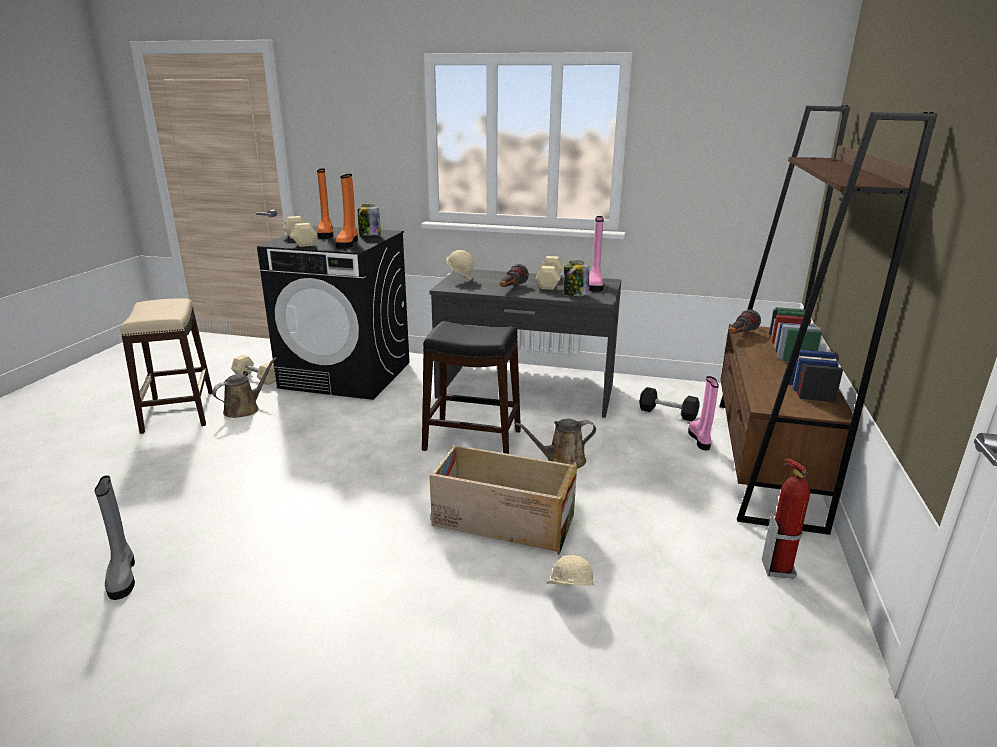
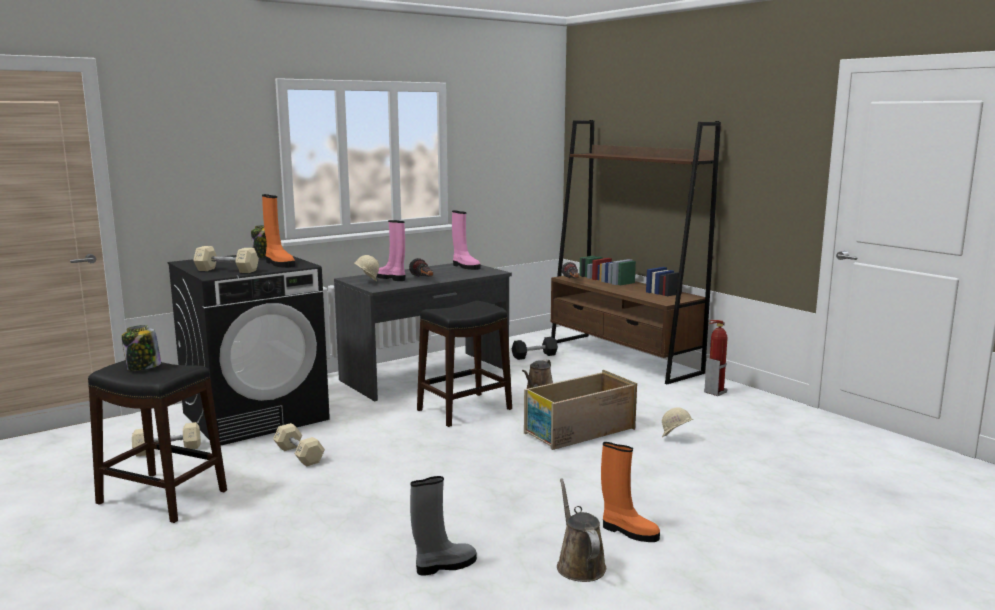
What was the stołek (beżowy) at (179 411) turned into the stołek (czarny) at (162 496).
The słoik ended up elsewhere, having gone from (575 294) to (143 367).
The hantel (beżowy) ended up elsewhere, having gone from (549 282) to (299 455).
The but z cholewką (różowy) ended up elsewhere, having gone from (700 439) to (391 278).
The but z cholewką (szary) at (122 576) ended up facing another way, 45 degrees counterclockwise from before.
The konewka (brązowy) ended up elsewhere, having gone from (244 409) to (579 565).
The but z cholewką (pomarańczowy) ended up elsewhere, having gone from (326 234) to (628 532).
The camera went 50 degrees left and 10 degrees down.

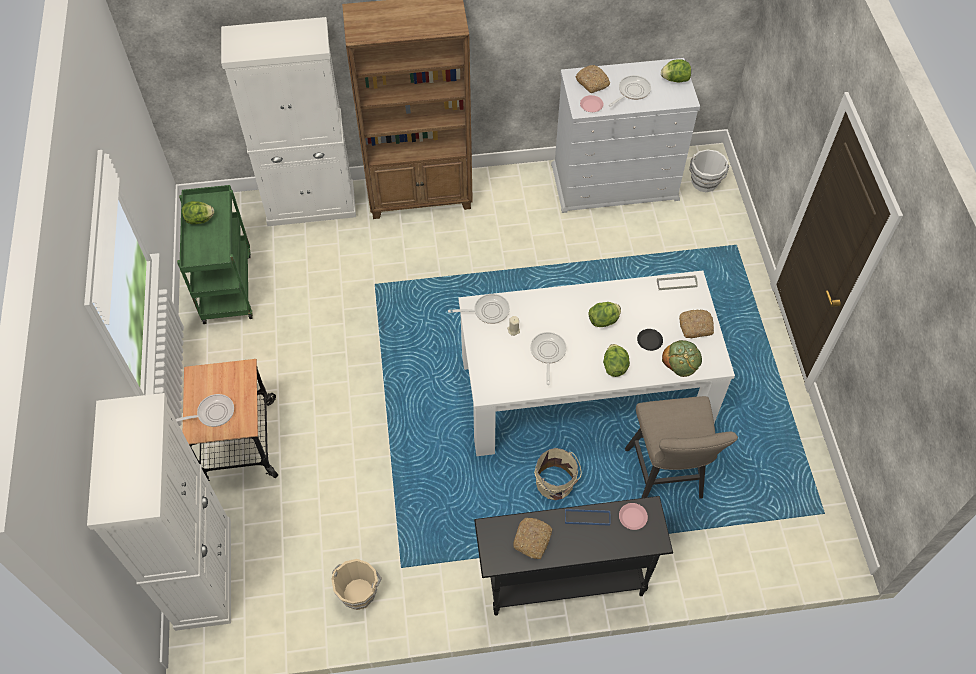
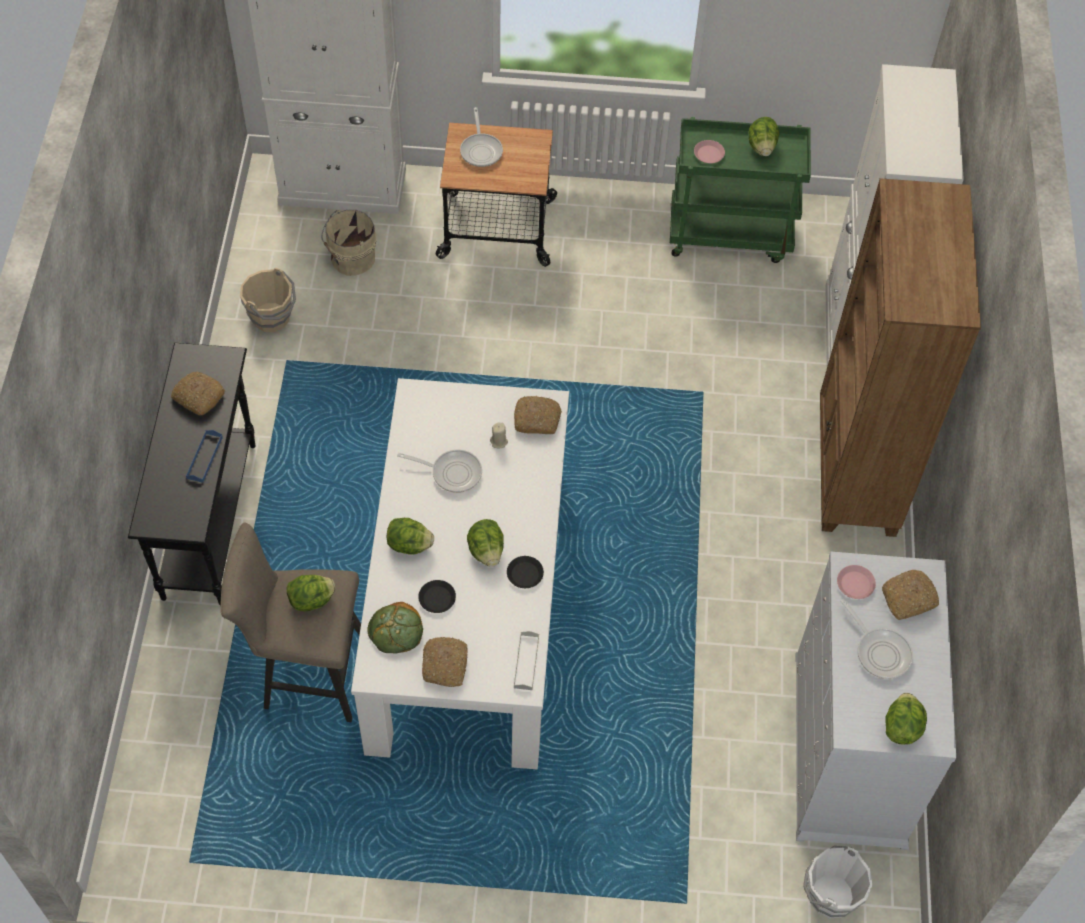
The second view gained the sałata at (312 600).
The wiadro (beżowy) ended up elsewhere, having gone from (555 484) to (351 259).
The second view gained the talerz (czarny) at (525 574).
Where the patelnia stood at (488 311), the chleb came to stand at (537 419).
The talerz (różowy) ended up elsewhere, having gone from (632 517) to (709 154).
The camera went 100 degrees right and 0 degrees up.

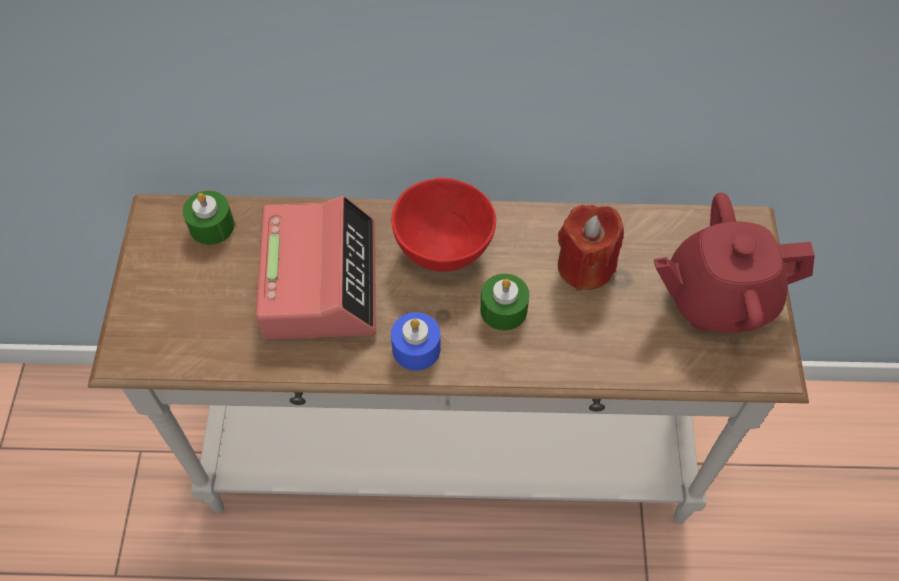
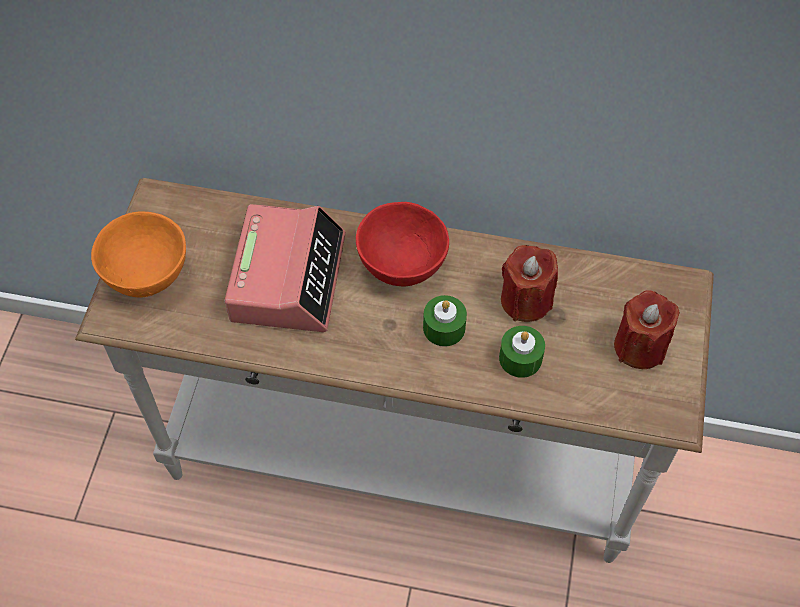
The second view gained the miska (pomarańczowy) at (149 276).
The świeca (zielony) ended up elsewhere, having gone from (212 226) to (520 358).
Where the imbryk (czerwony) stood at (717 298), the świeca (czerwony) came to stand at (640 347).
The second view lost the świeca (niebieski) at (416 349).
The camera went 10 degrees right and 0 degrees up.

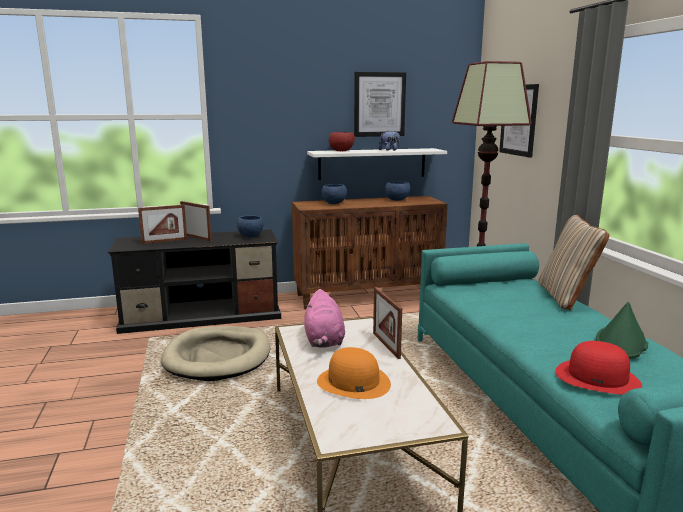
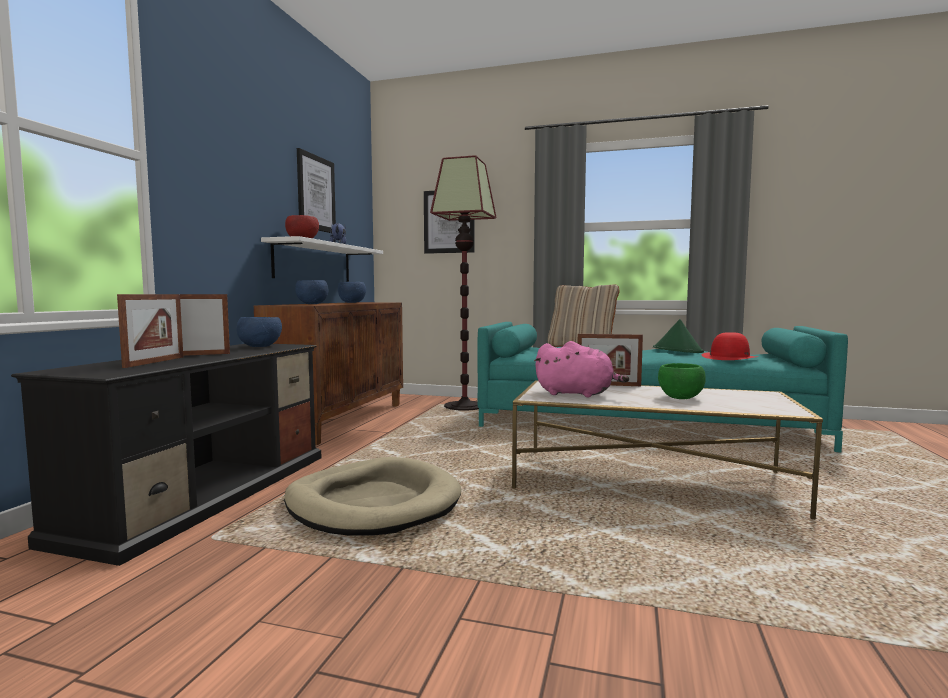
Where the kapelusz (pomarańczowy) stood at (353 382), the miska (zielony) came to stand at (680 398).
The camera went 60 degrees left and 10 degrees down.

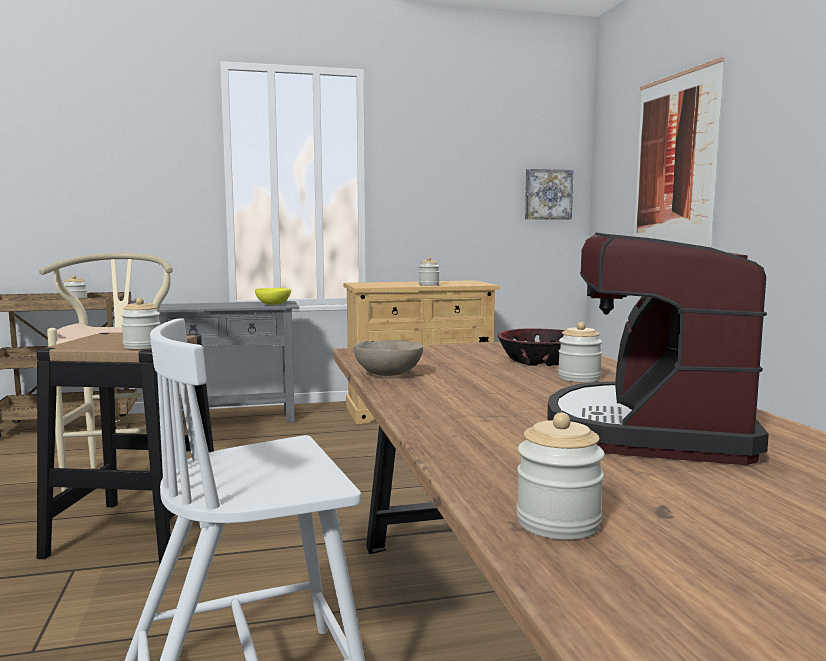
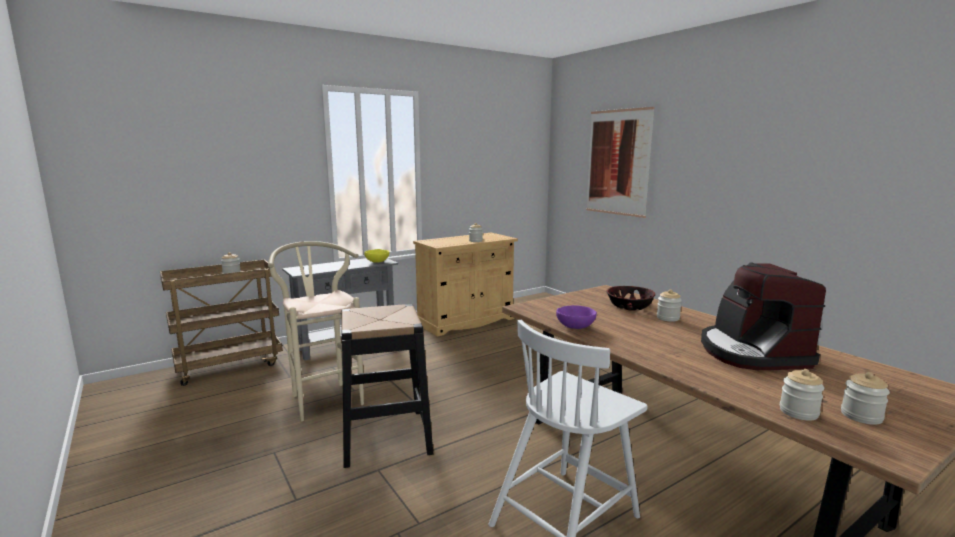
What was the miska (beżowy) at (389 374) turned into the miska (fioletowy) at (576 327).
The słoik ended up elsewhere, having gone from (142 346) to (861 416).
The second view lost the obraz at (547 194).
The camera went 20 degrees left and 5 degrees up.

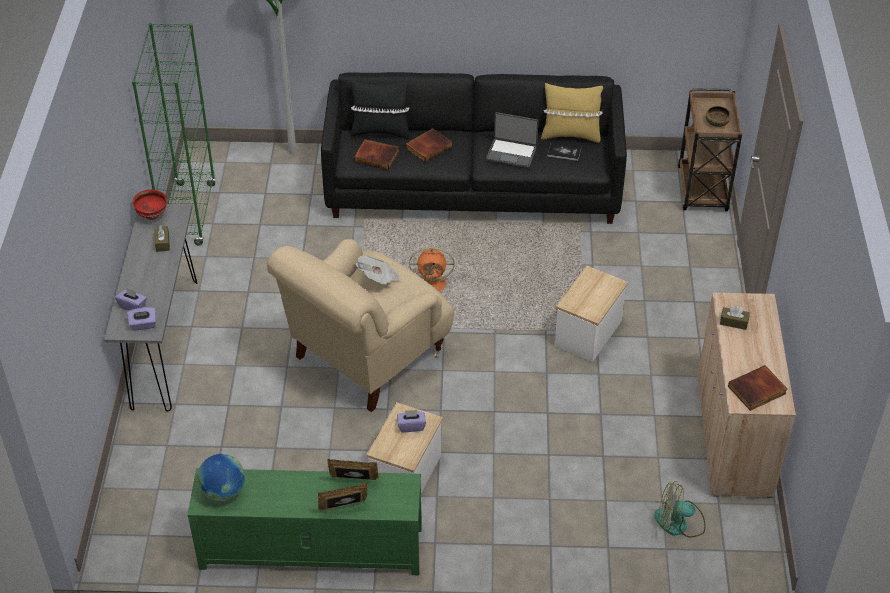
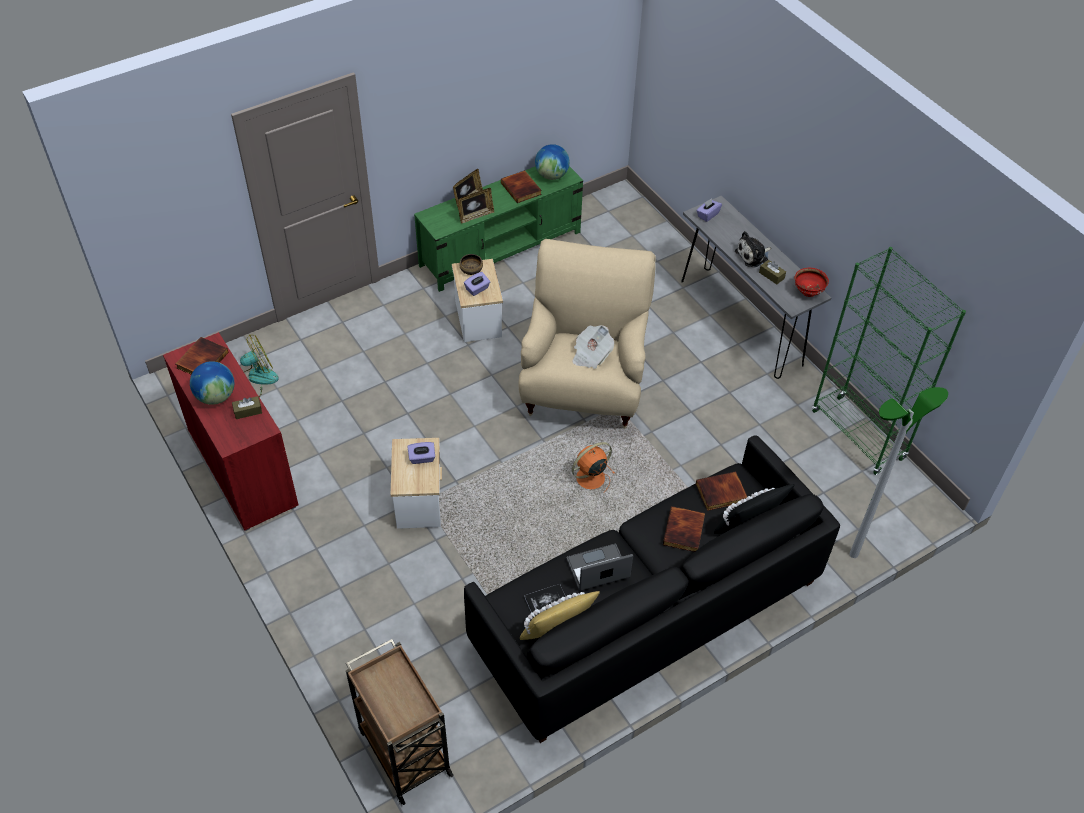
What was the szafka (beżowy) at (733 436) turned into the szafka (czerwony) at (243 468).
The second view gained the globus at (216 396).
The pudełko chusteczek (fioletowy) ended up elsewhere, having gone from (132 306) to (422 458).
The miska ended up elsewhere, having gone from (716 122) to (471 270).
The second view gained the książka at (522 188).
The second view gained the pluszak at (753 256).
The camera went 145 degrees right and 5 degrees up.

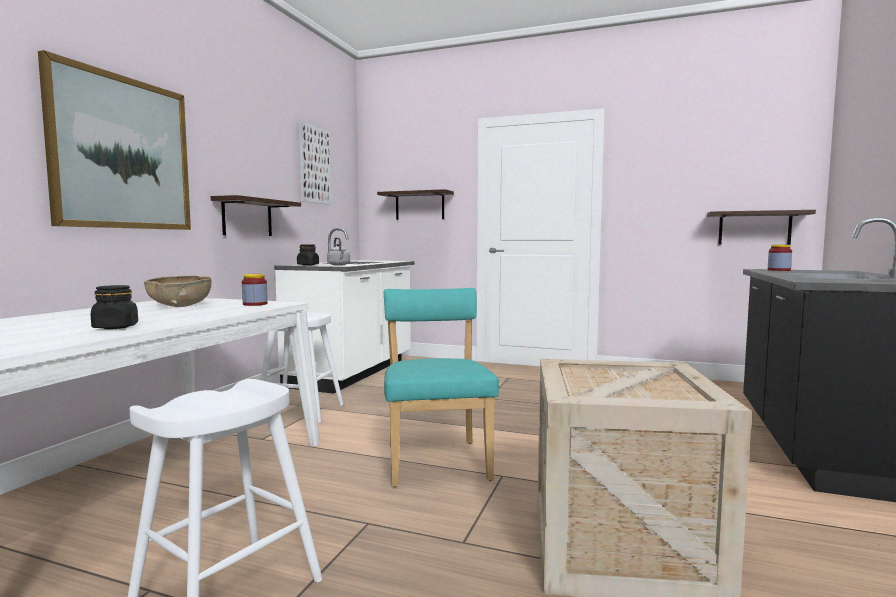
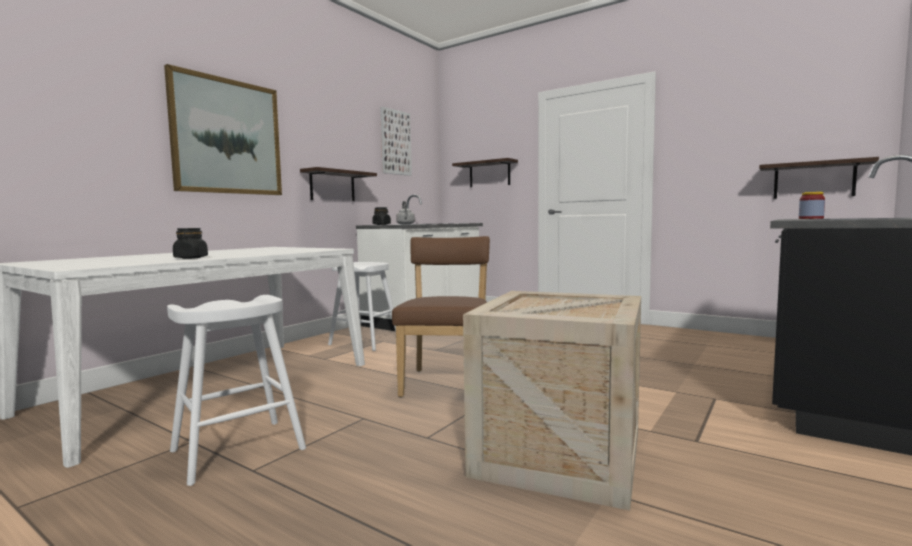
What was the krzesło (turkusowy) at (436 460) turned into the krzesło (brązowy) at (447 382).
The second view lost the miska (brązowy) at (180 306).
The second view lost the słoik at (255 304).
The camera went 15 degrees right and 0 degrees up.

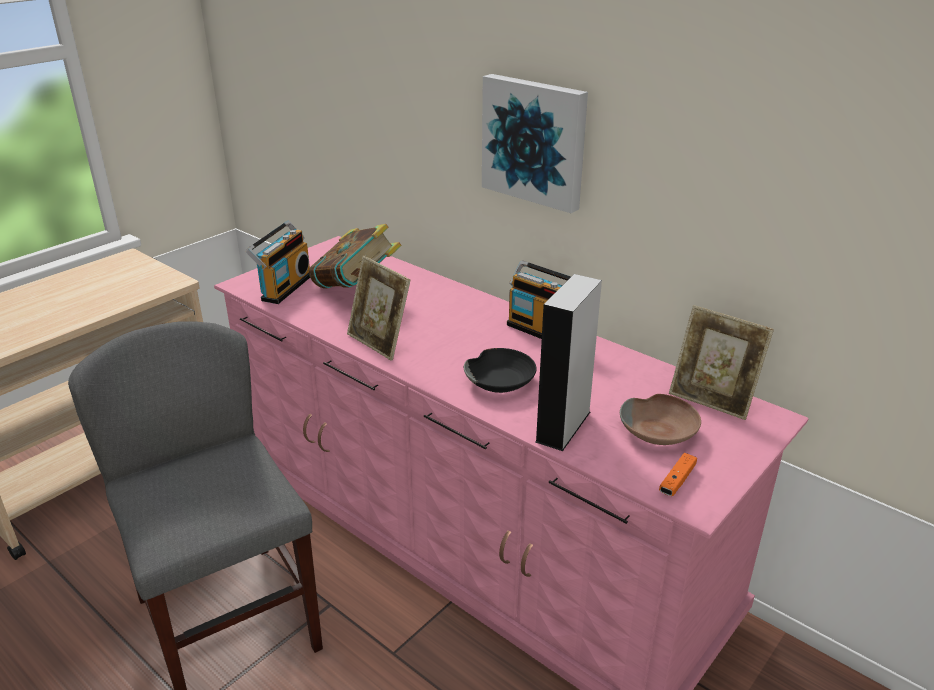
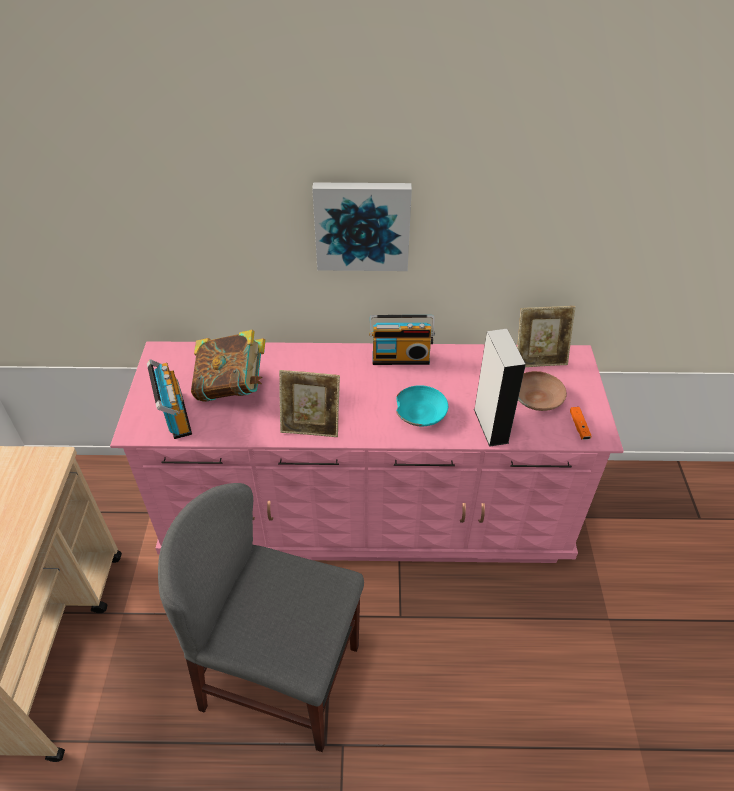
What was the miska (czarny) at (501 380) turned into the miska (turkusowy) at (420 412).
The camera went 40 degrees left and 15 degrees up.

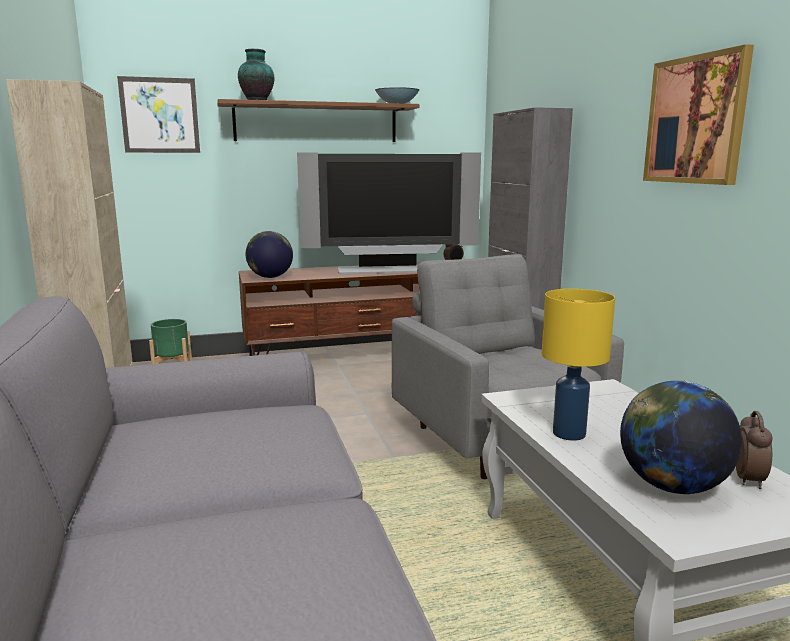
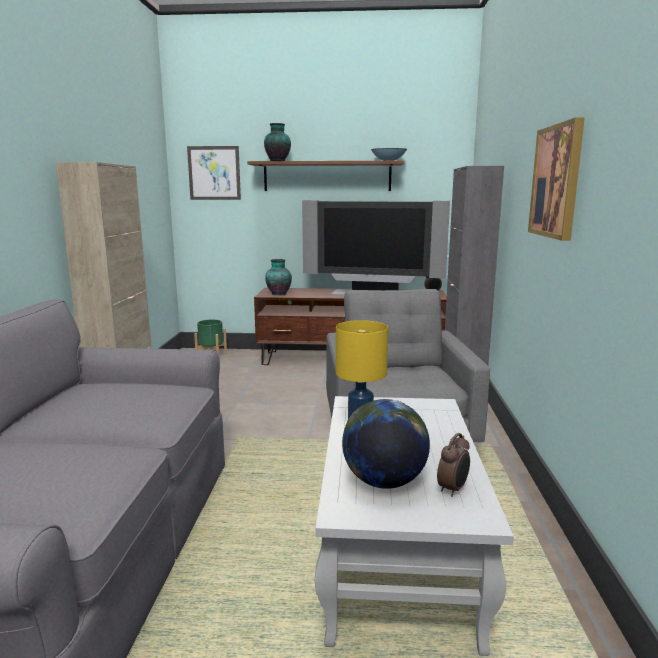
Where the globus stood at (270 277), the wazon came to stand at (278 294).
The camera went 20 degrees right and 0 degrees up.

